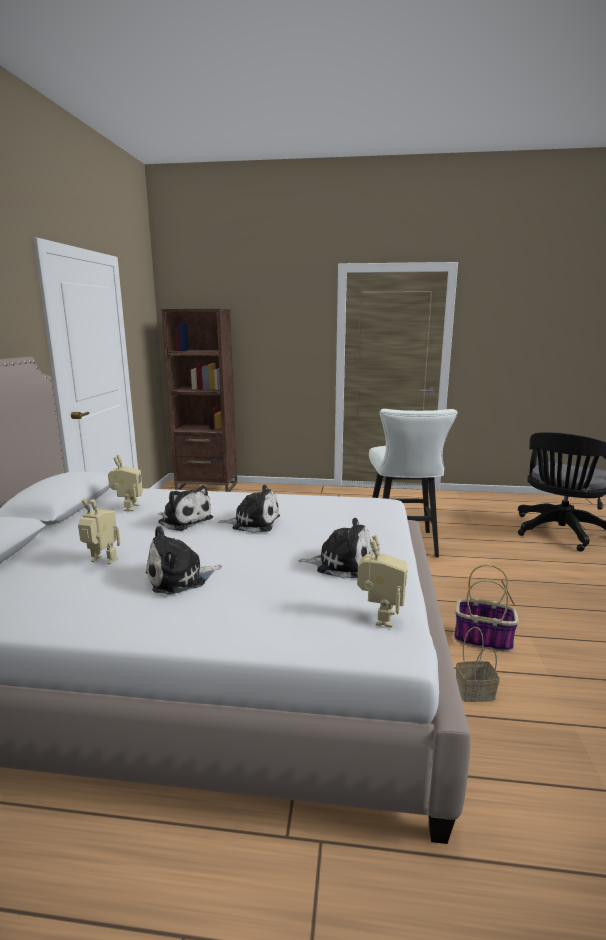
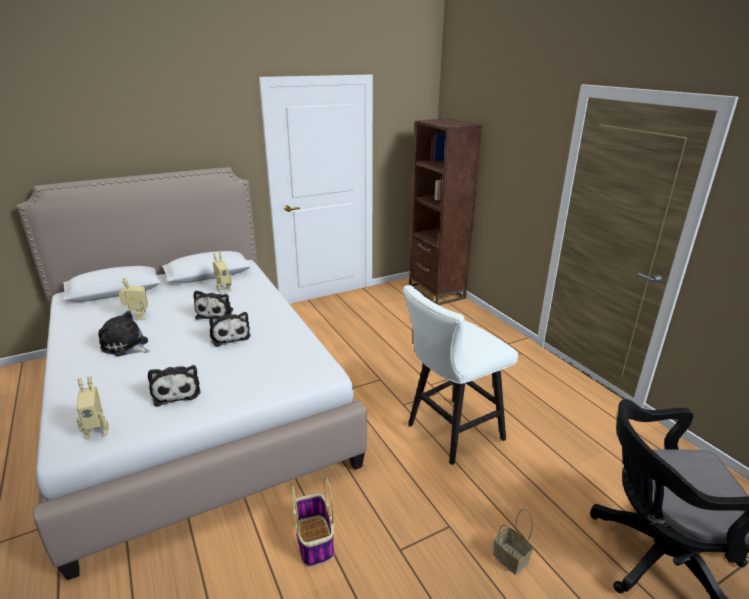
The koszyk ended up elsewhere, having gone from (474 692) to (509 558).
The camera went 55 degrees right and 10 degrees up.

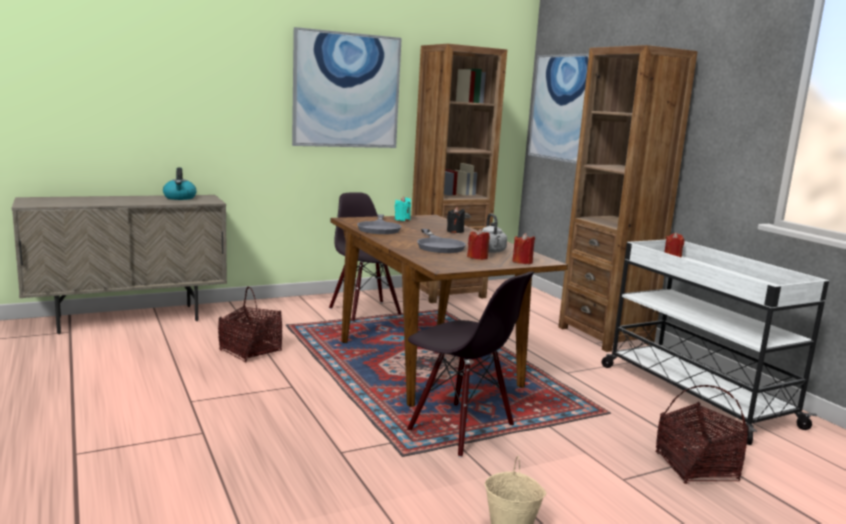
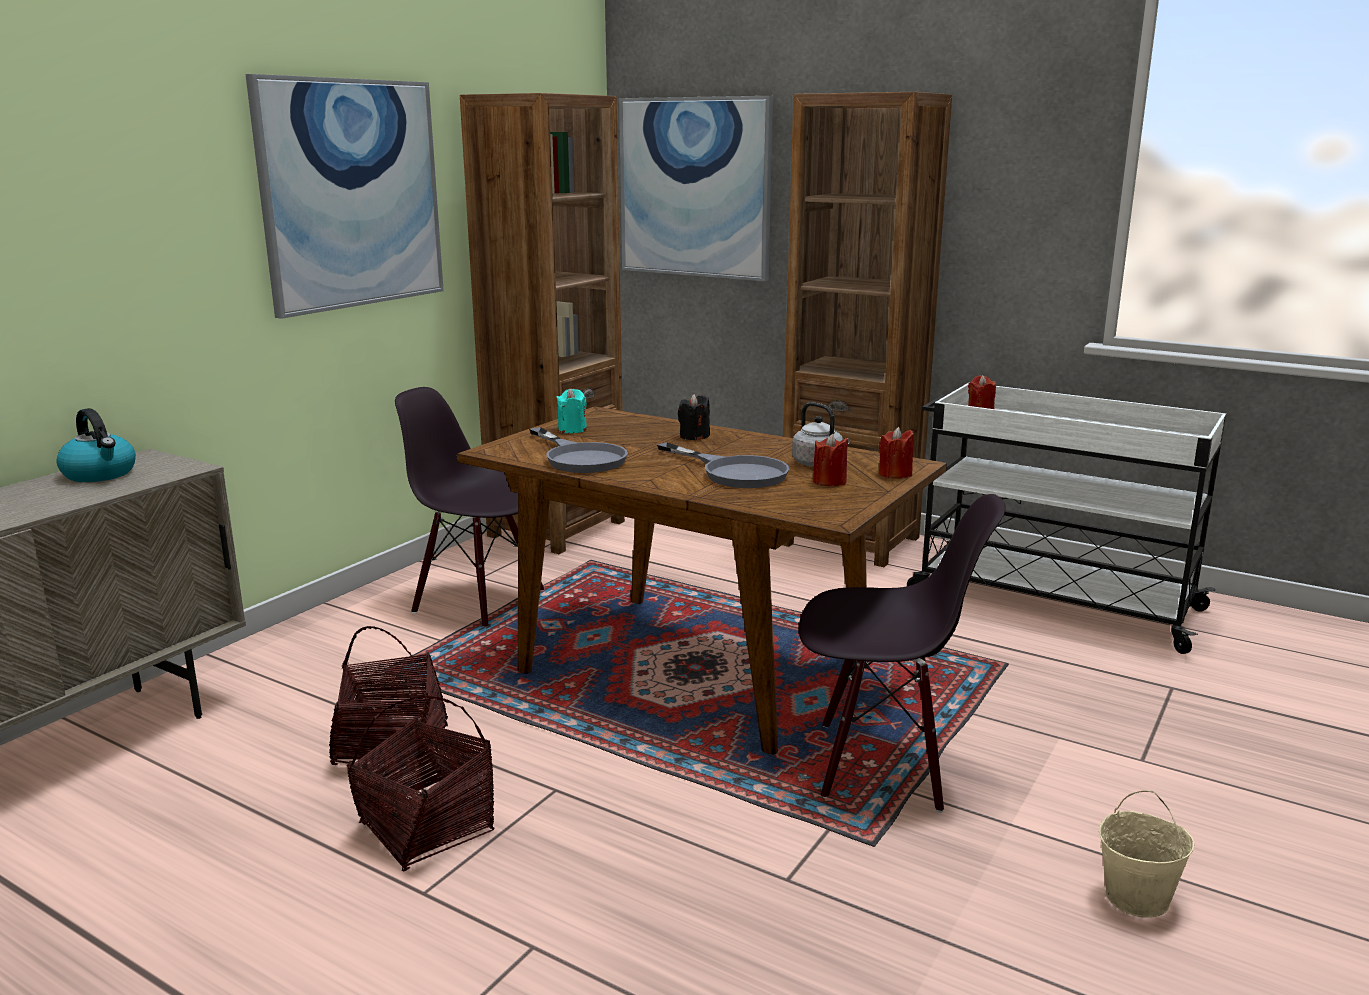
The koszyk ended up elsewhere, having gone from (695 467) to (426 828).
The camera went 30 degrees left and 5 degrees up.

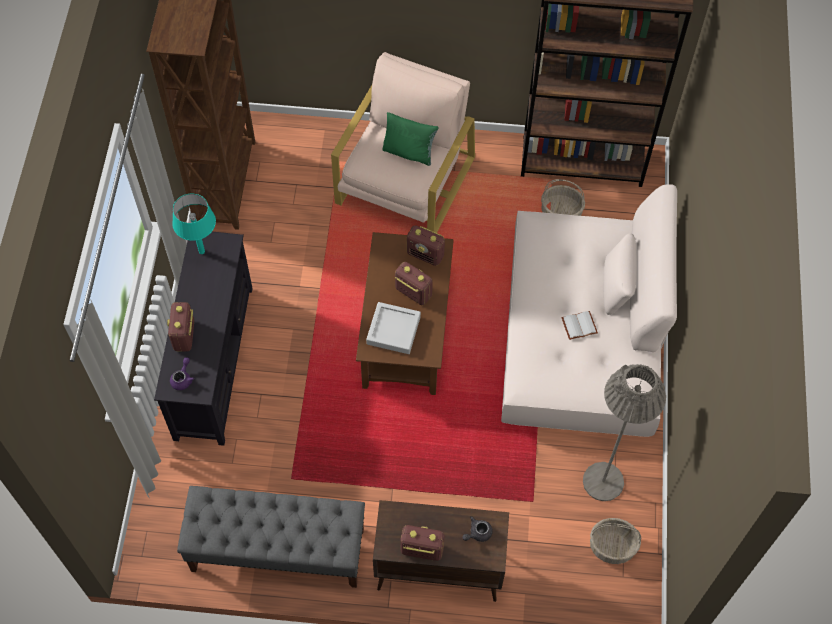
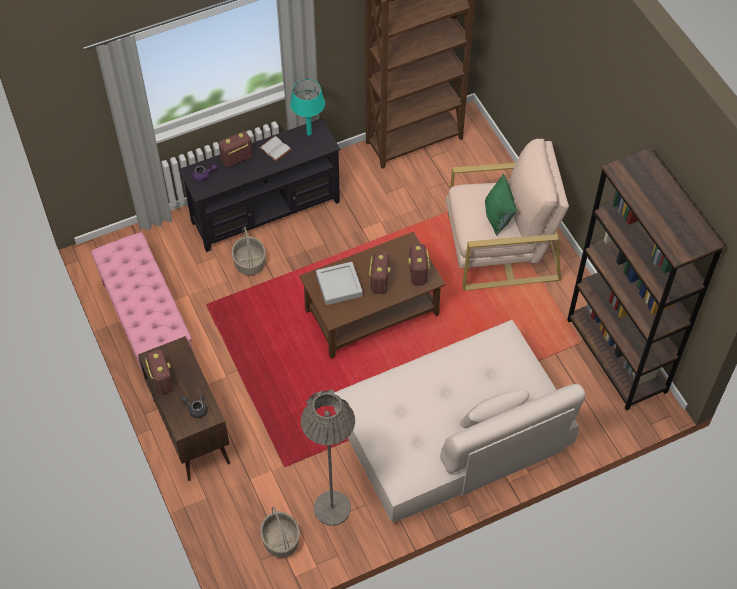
What was the ławka (szary) at (277 550) turned into the ławka (różowy) at (147 324).
The koszyk ended up elsewhere, having gone from (560 213) to (249 262).
The książka (biały) ended up elsewhere, having gone from (579 327) to (274 149).
The camera went 60 degrees right and 5 degrees down.

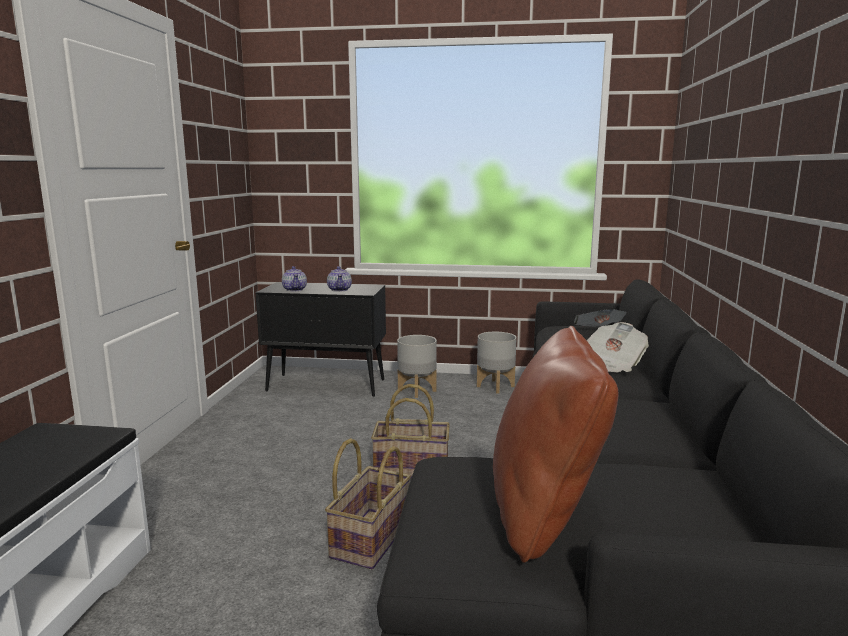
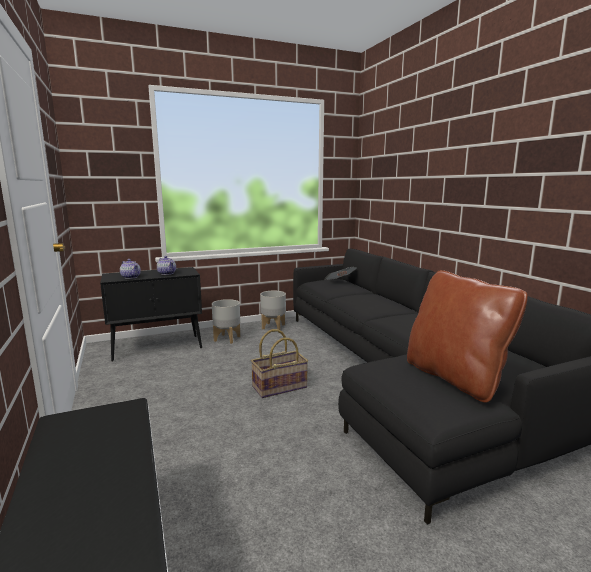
The second view lost the koszyk at (370 538).
The second view lost the gazeta at (612 365).
The camera went 30 degrees left and 0 degrees up.

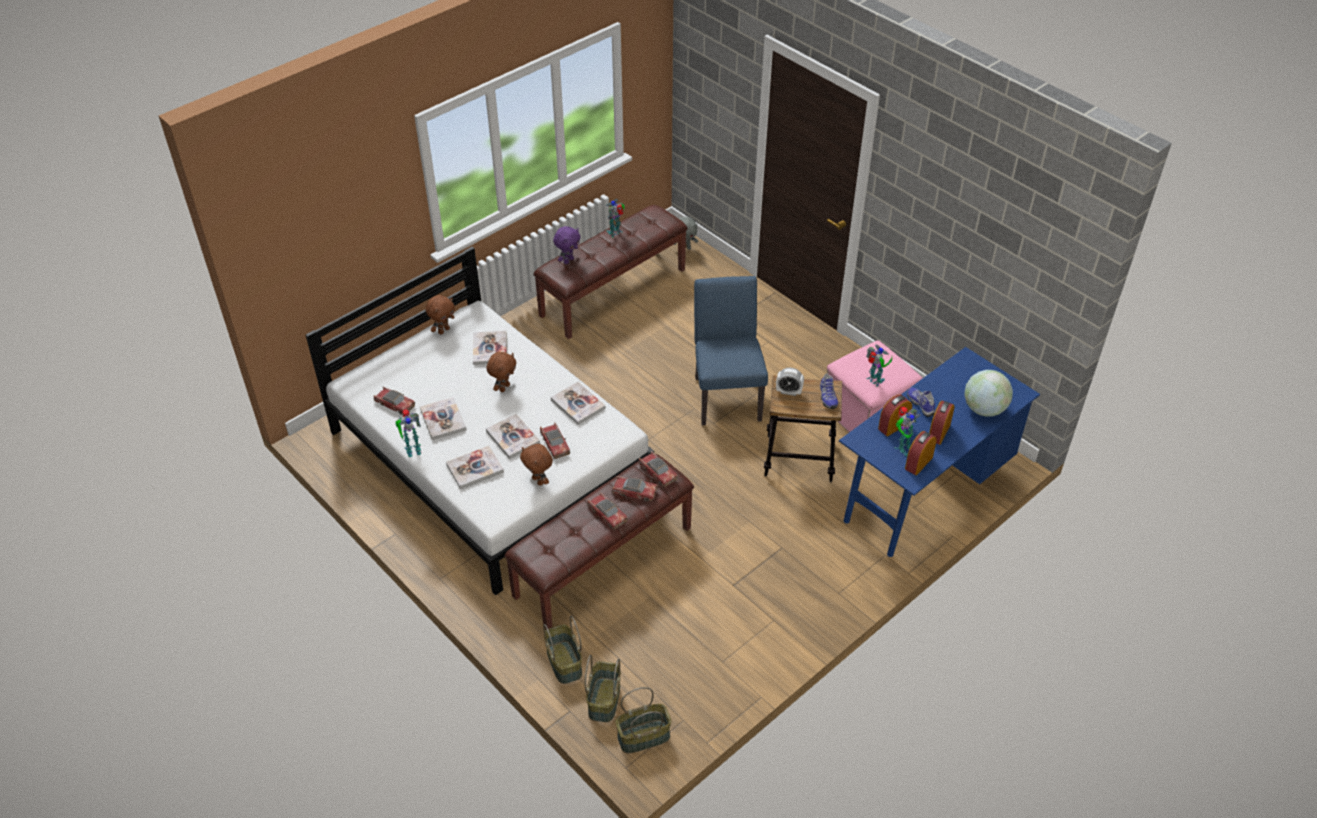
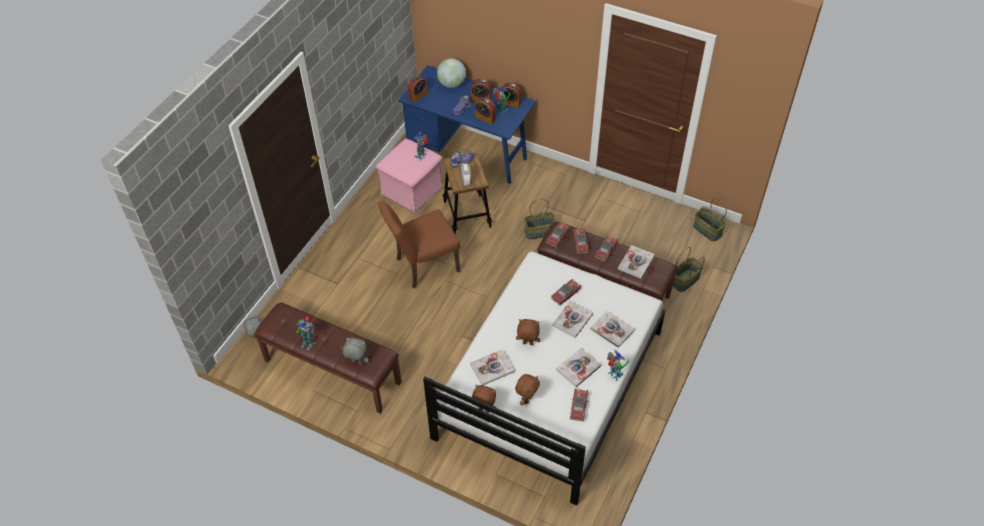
What was the pluszak (fioletowy) at (568 260) turned into the pluszak (szary) at (357 363).
What was the krzesło (niebieski) at (726 394) turned into the krzesło (brązowy) at (423 266).
The second view gained the budzik at (418 96).
The pluszak (brązowy) ended up elsewhere, having gone from (539 481) to (526 399).
The koszyk ended up elsewhere, having gone from (603 699) to (539 232).
The książka ended up elsewhere, having gone from (578 404) to (636 262).
The camera went 110 degrees left and 5 degrees up.

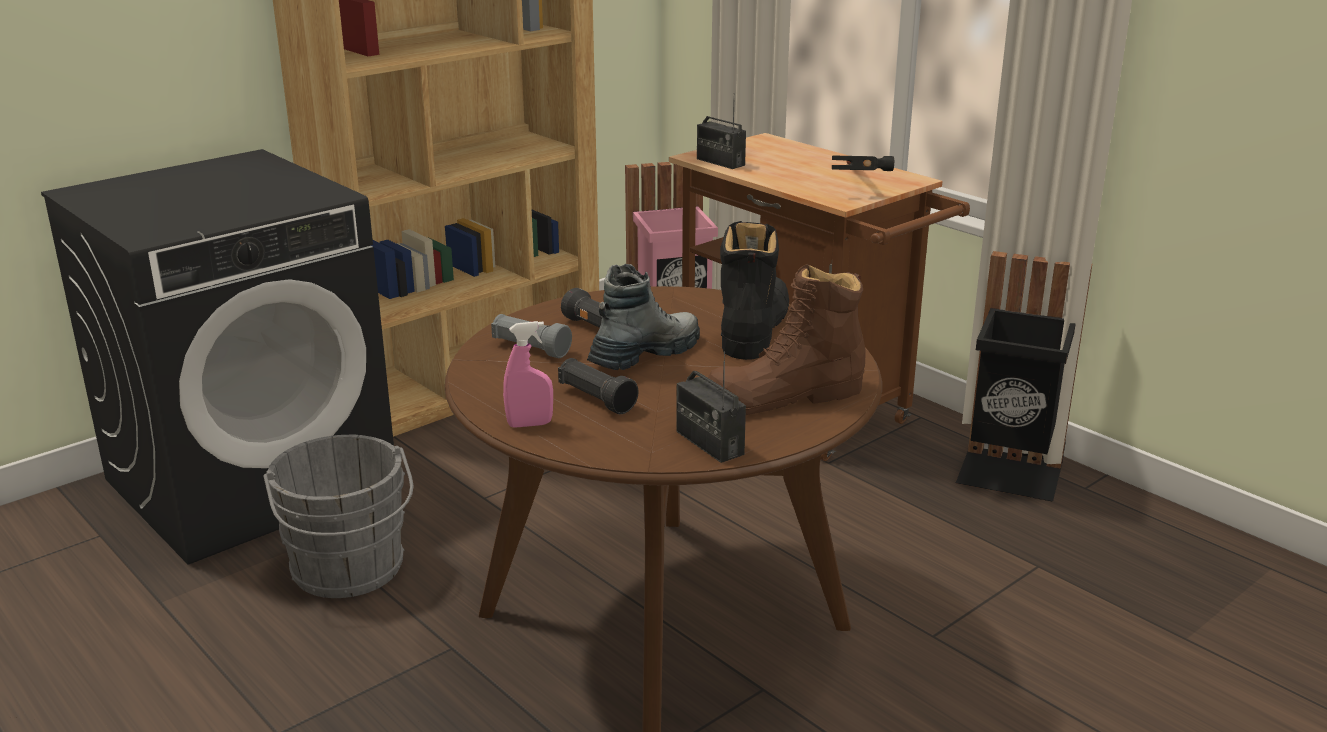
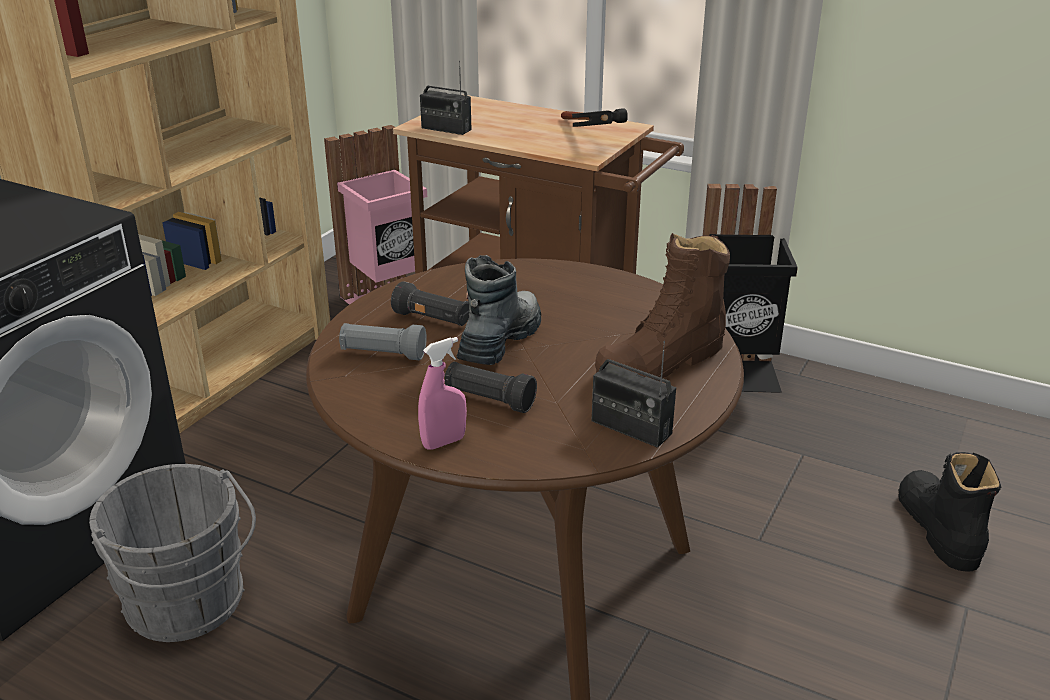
The but z cholewką (czarny) ended up elsewhere, having gone from (754 329) to (938 528).
The camera went 20 degrees left and 5 degrees up.

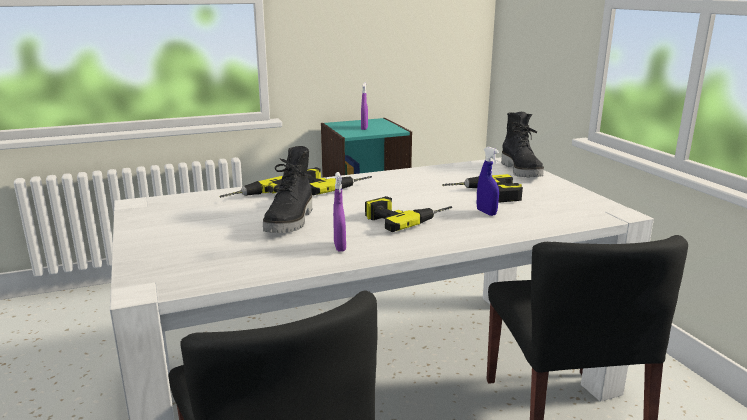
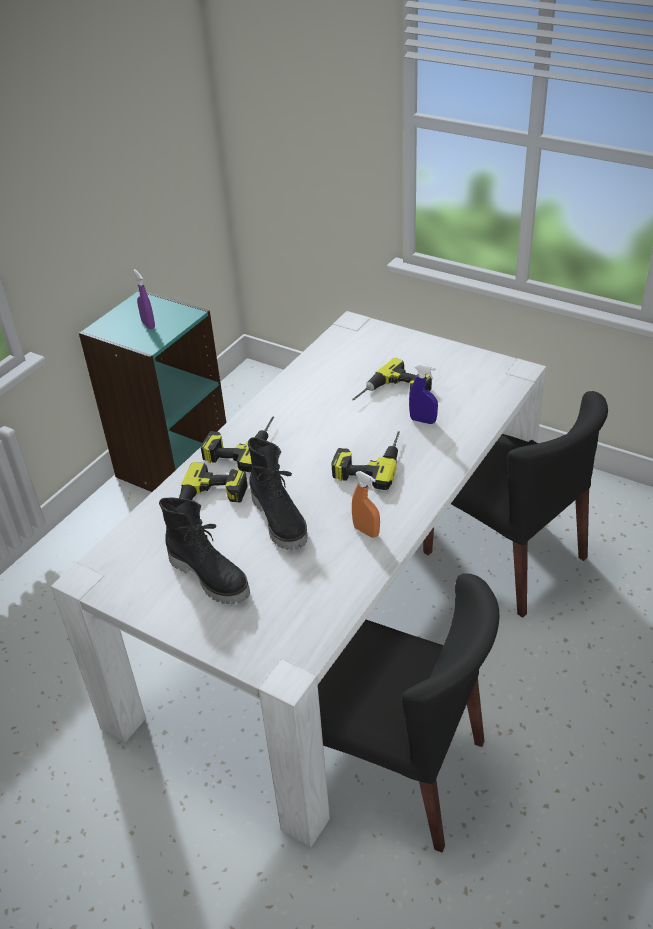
The but z cholewką (czarny) ended up elsewhere, having gone from (522 171) to (211 576).
What was the spryskiwacz (fioletowy) at (339 247) turned into the spryskiwacz (pomarańczowy) at (366 531).
The camera went 35 degrees left and 20 degrees up.

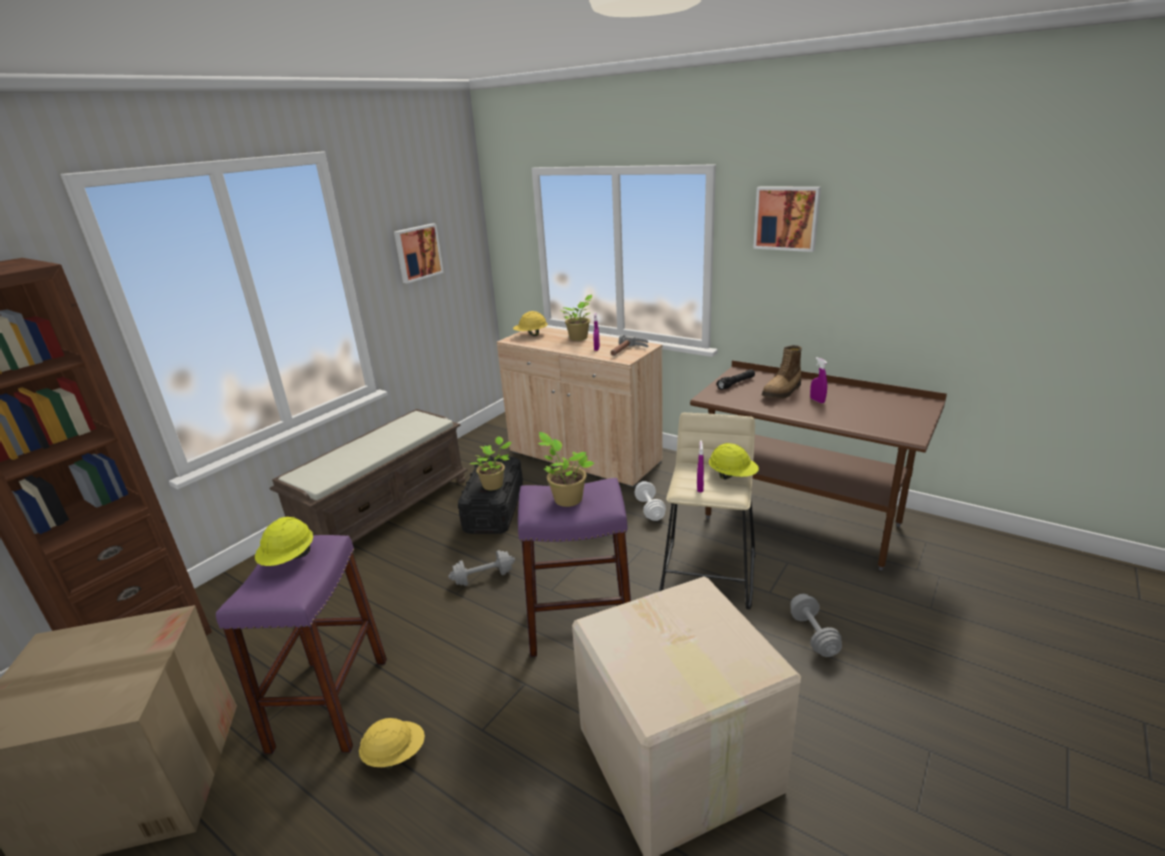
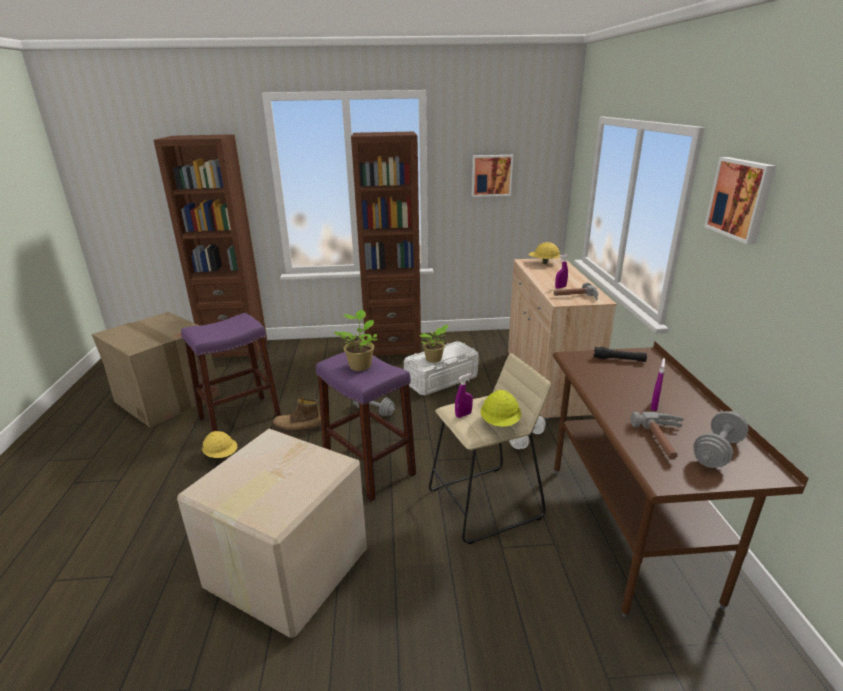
The but z cholewką ended up elsewhere, having gone from (782 392) to (297 429).
Where the ławka (brązowy) stood at (386 512), the regał (brązowy) came to stand at (393 349).
What was the pojemnik do przechowywania (czarny) at (494 509) turned into the pojemnik do przechowywania (biały) at (441 380).
The second view gained the młotek at (665 441).
The hantel (szary) ended up elsewhere, having gone from (813 635) to (717 451).
The second view lost the kask (żółty) at (289 559).
The second view lost the roślina doniczkowa at (579 338).
The camera went 50 degrees right and 0 degrees up.

